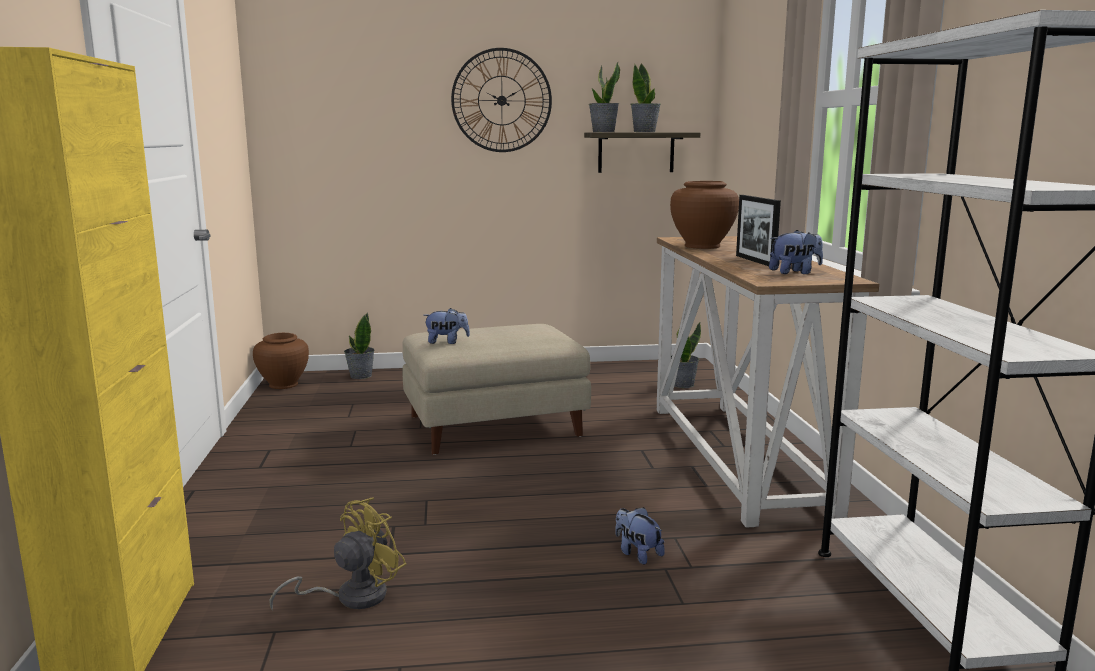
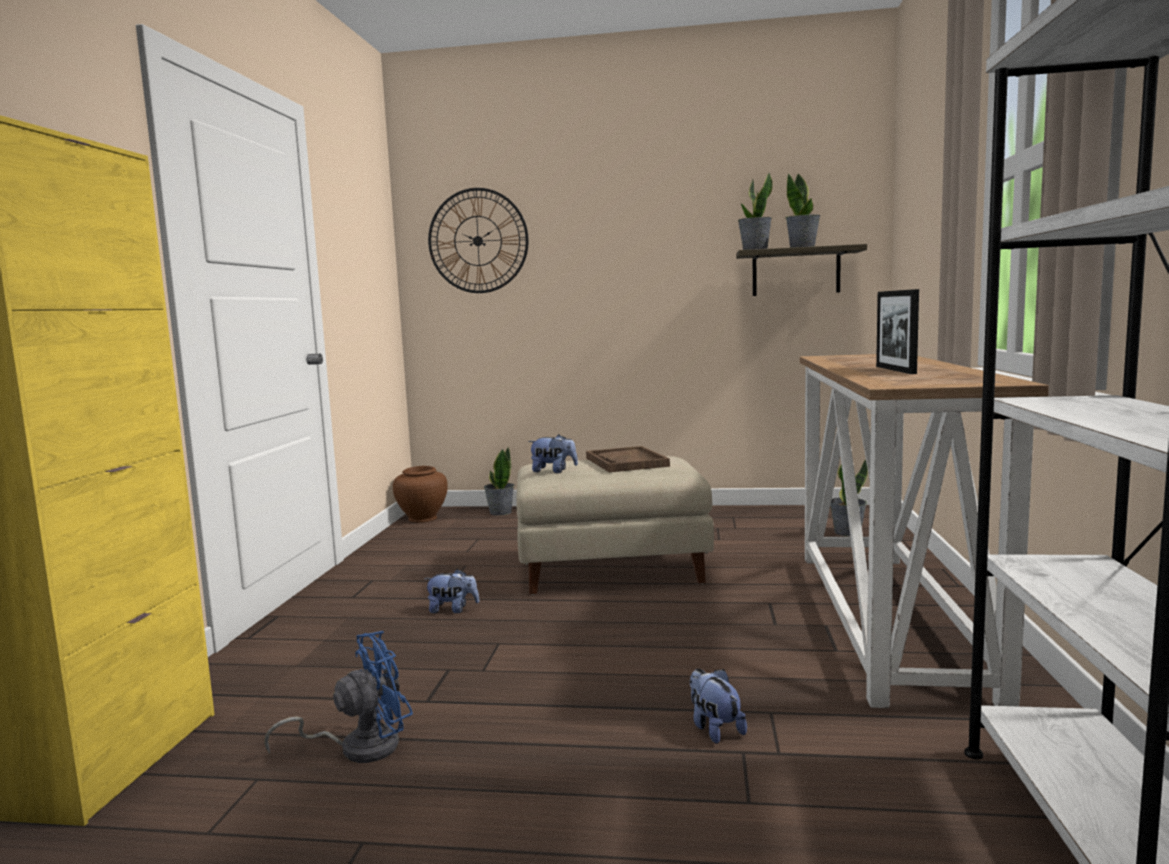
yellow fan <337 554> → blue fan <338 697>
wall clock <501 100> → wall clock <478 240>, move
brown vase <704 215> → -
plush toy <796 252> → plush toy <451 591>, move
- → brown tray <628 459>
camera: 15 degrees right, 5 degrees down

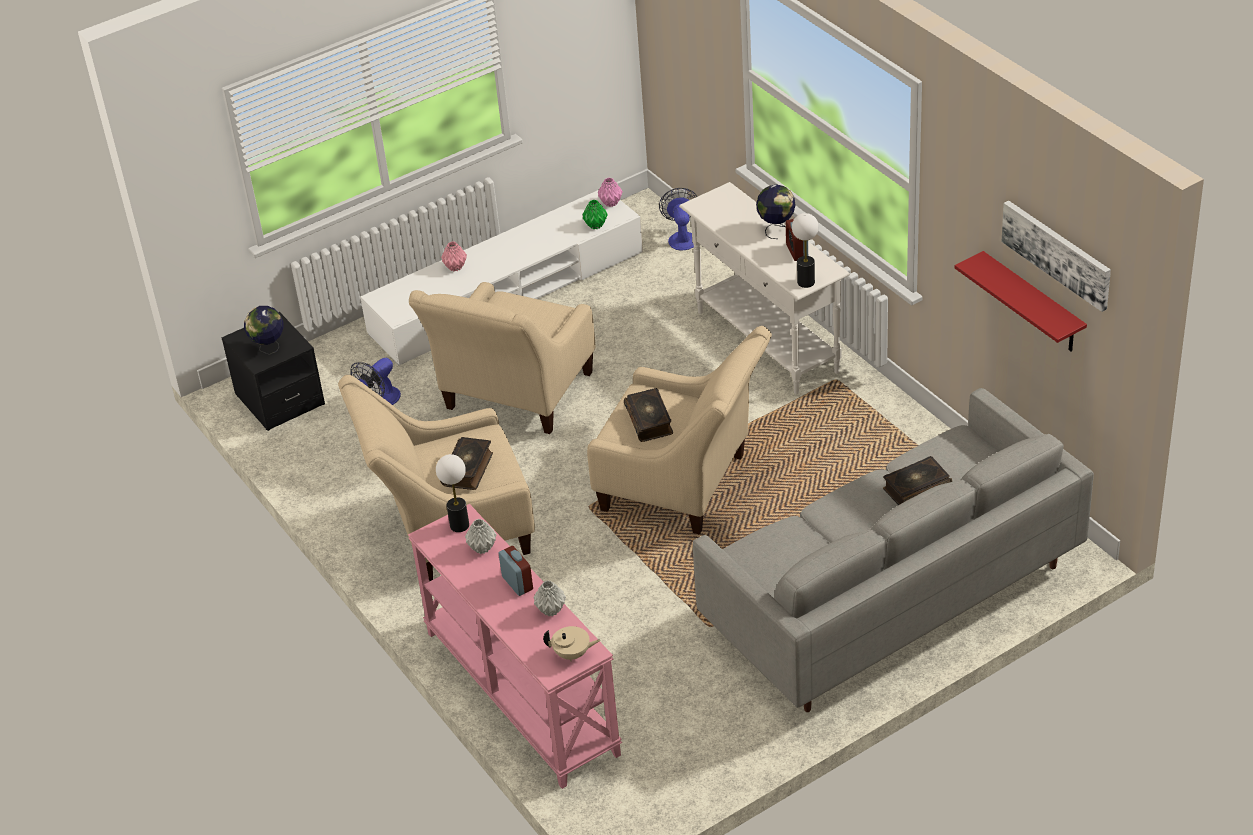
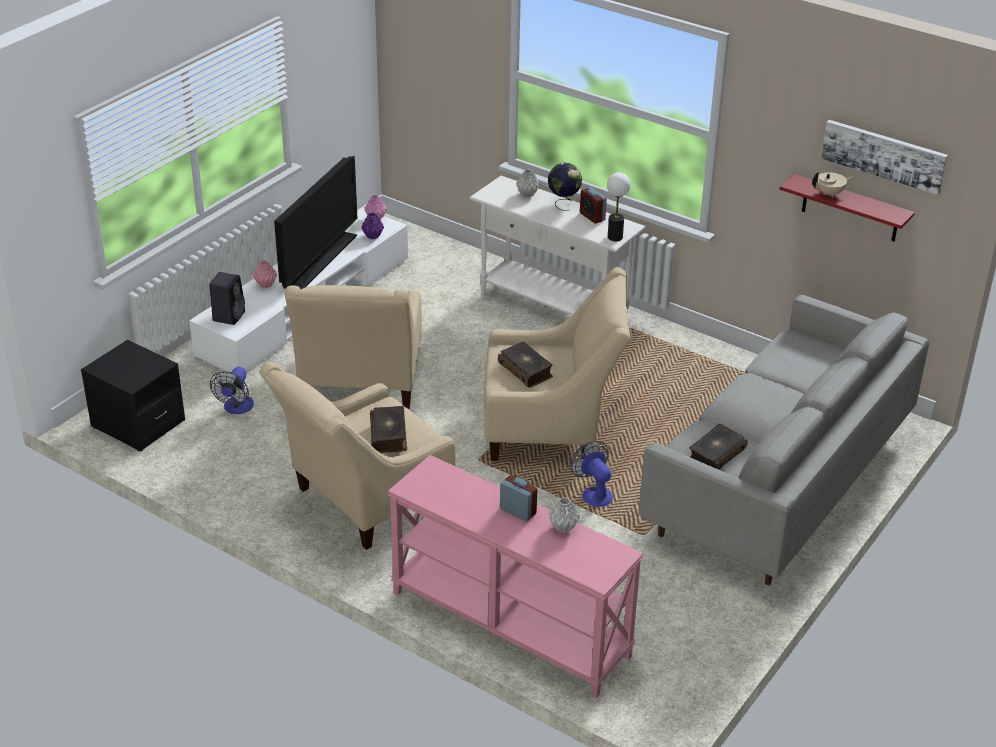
globe <263 330> → -
table lamp <452 493> → -
grey vase <481 536> → grey vase <528 183>, move
beige teapot <572 644> → beige teapot <832 185>, move
green vase <595 214> → purple vase <372 226>
fan <678 219> → fan <592 474>, move
book <917 480> → book <718 447>, move
- → black speaker <227 298>
- → television <316 222>
camera: 25 degrees left, 5 degrees down

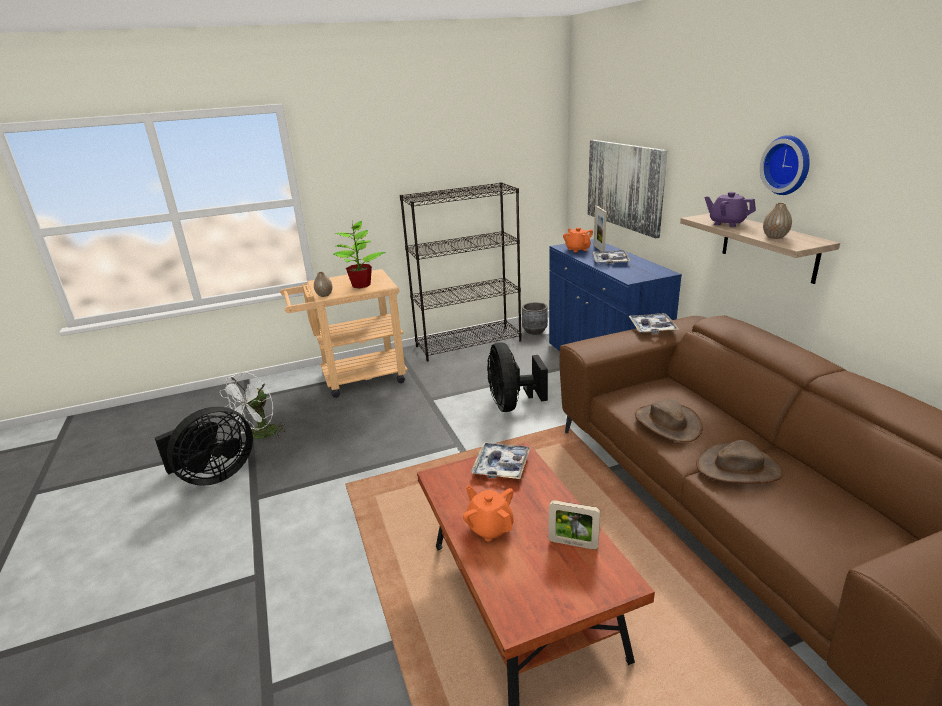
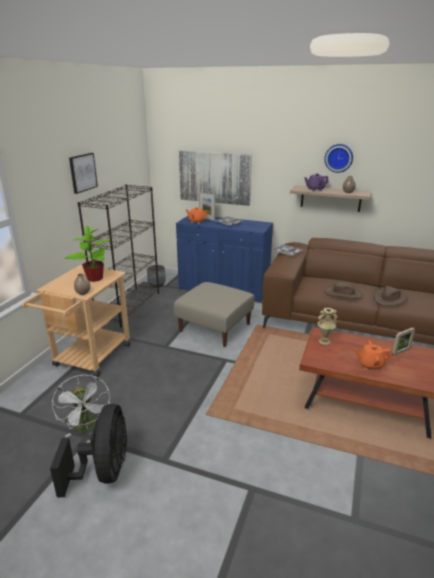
tray <500 460> → beige vase <328 326>
black fan <517 377> → beige ottoman <214 314>
- → picture <83 173>
camera: 50 degrees left, 0 degrees up

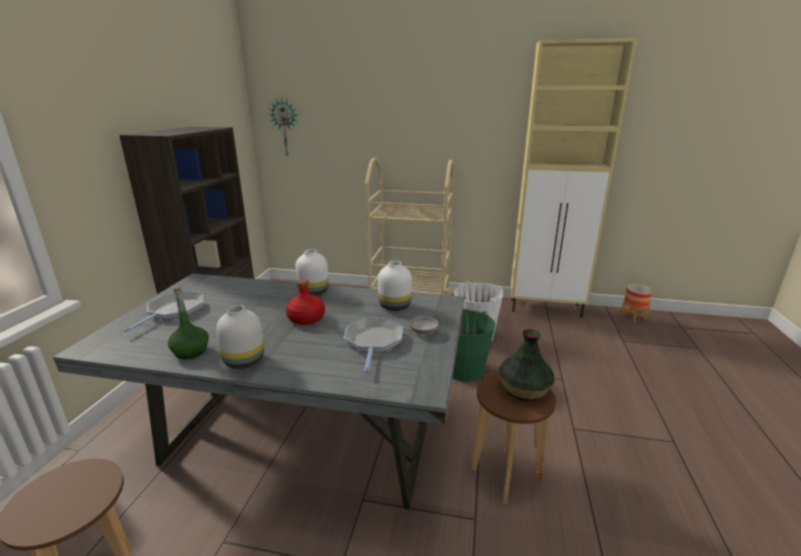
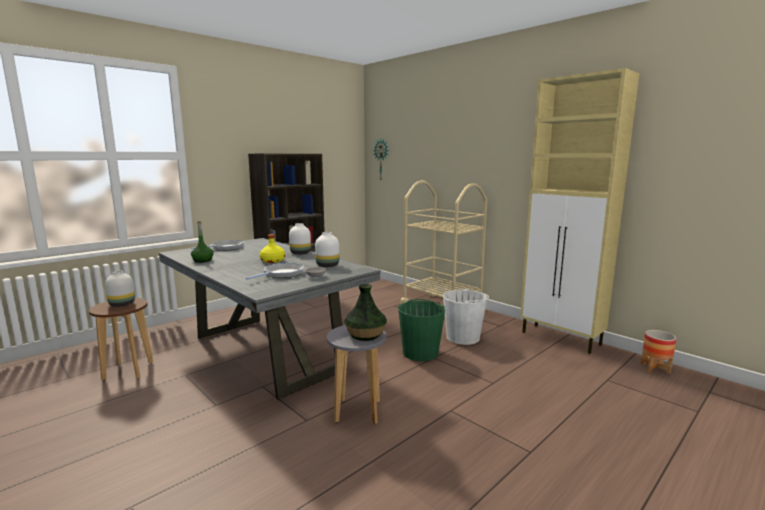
white vase <240 337> → white vase <120 289>, move
red bottle <305 302> → yellow bottle <272 248>
brown stool <513 438> → grey stool <357 374>
camera: 35 degrees right, 10 degrees down

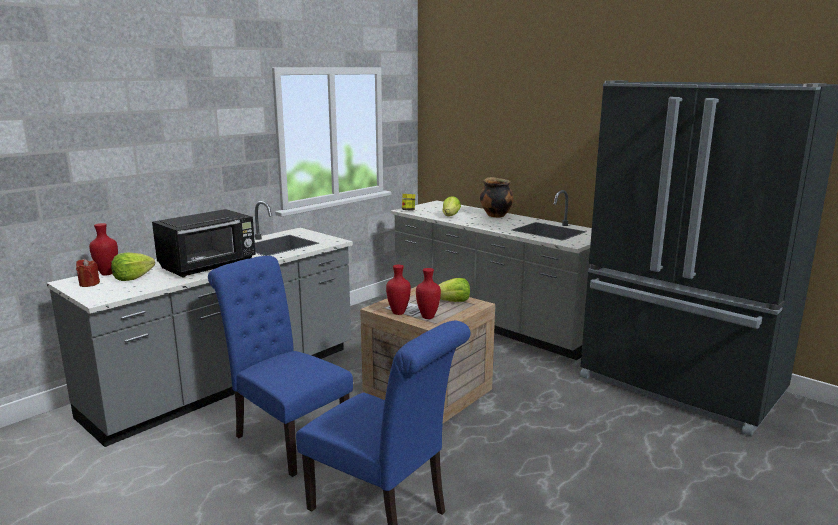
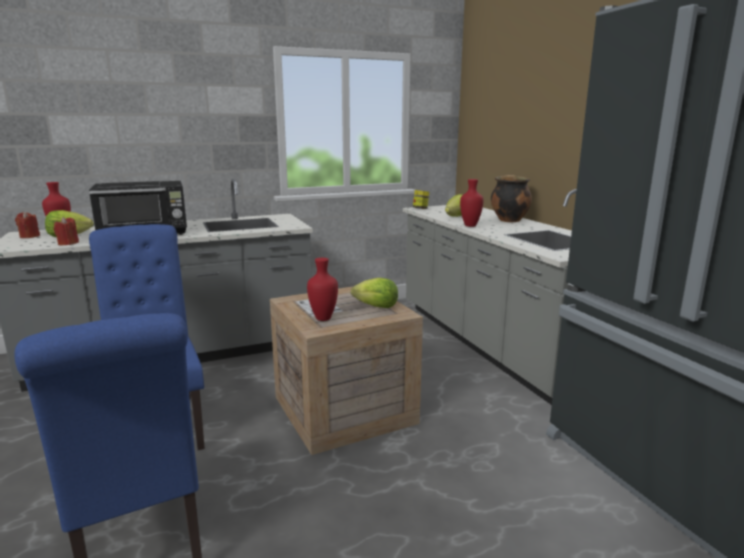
red vase <398 290> → red vase <472 203>, move
- → red candle <66 231>
camera: 25 degrees right, 0 degrees up

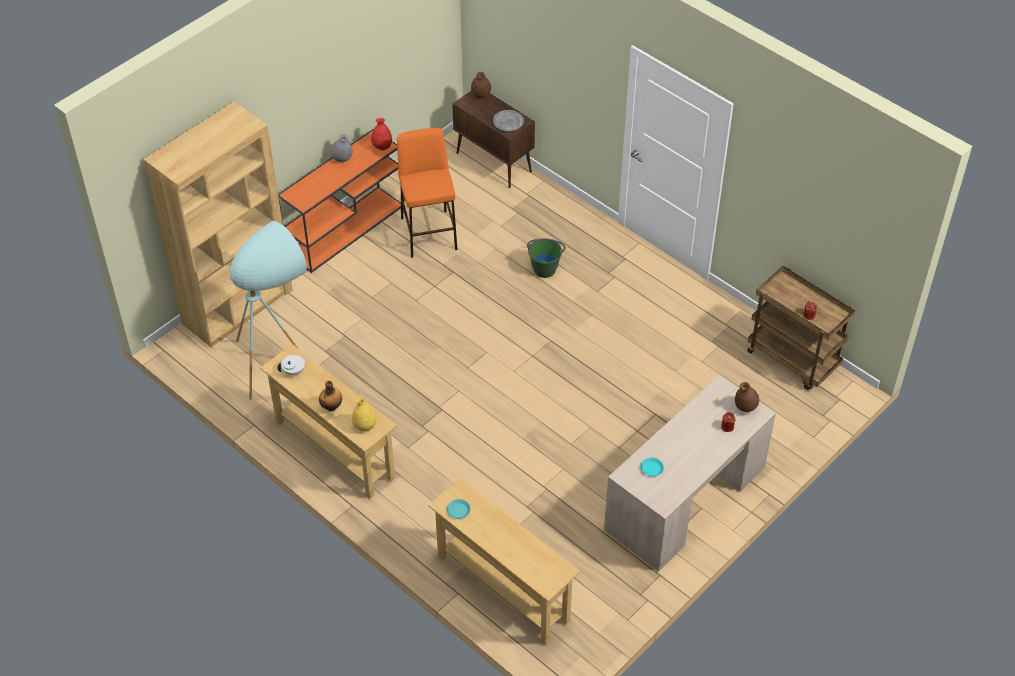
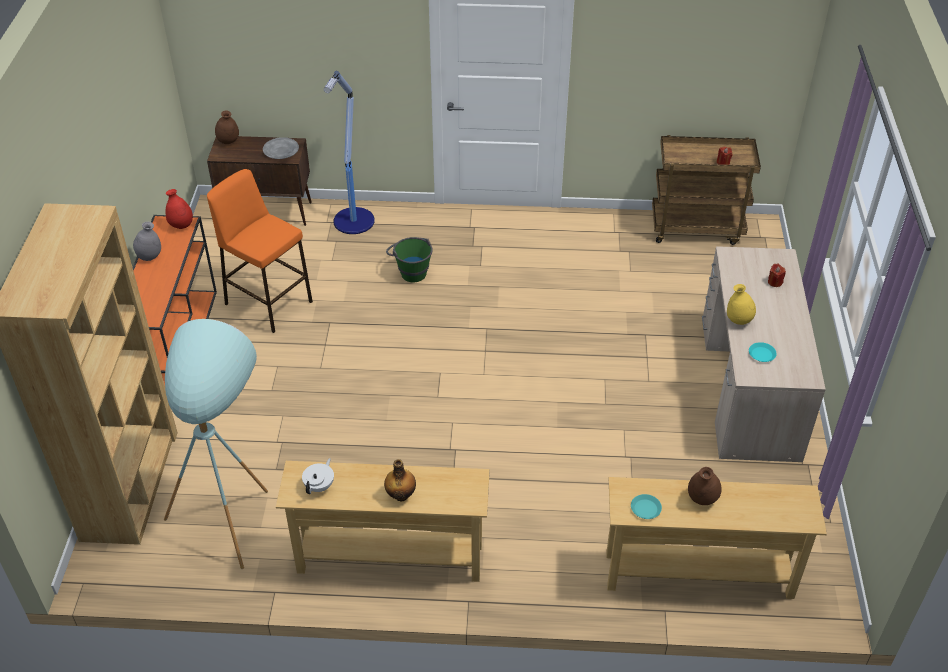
yellow vase <364 414> → yellow vase <741 304>, move
brown vase <747 397> → brown vase <705 486>, move
- → floor lamp <349 152>
camera: 40 degrees left, 5 degrees down

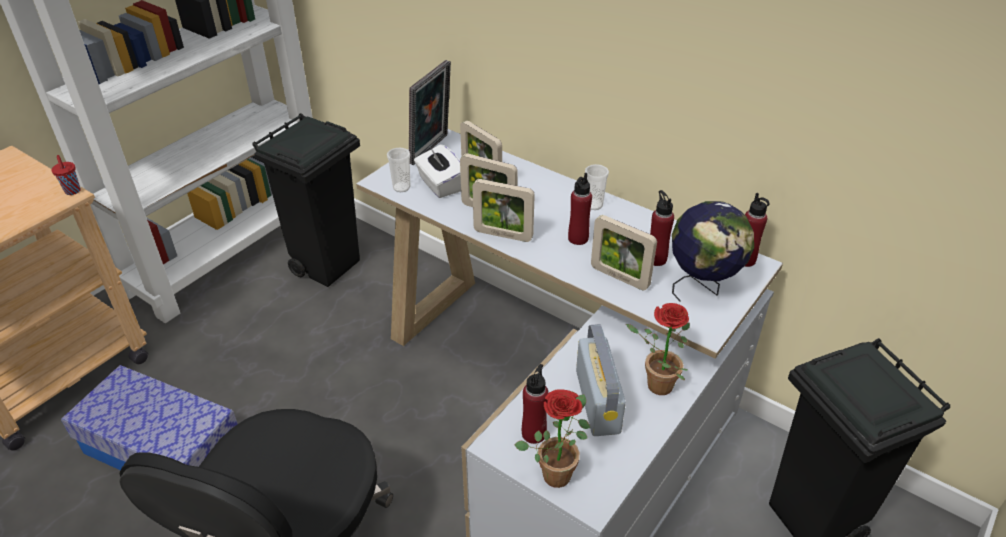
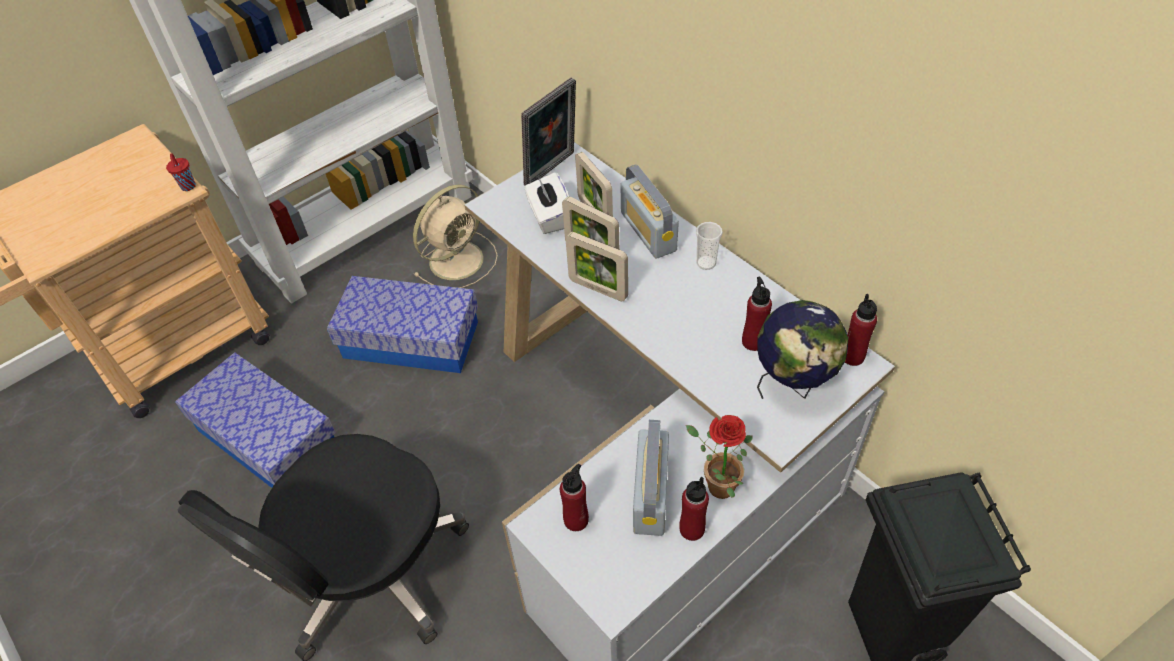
black trash can <306 200> → beige fan <455 236>
cup <399 170> → -
potted plant <552 438> → -
red bottle <580 209> → red bottle <694 509>, move
picture frame <624 252> → -
- → storage box <402 324>
- → radio <649 211>
camera: 15 degrees right, 10 degrees up

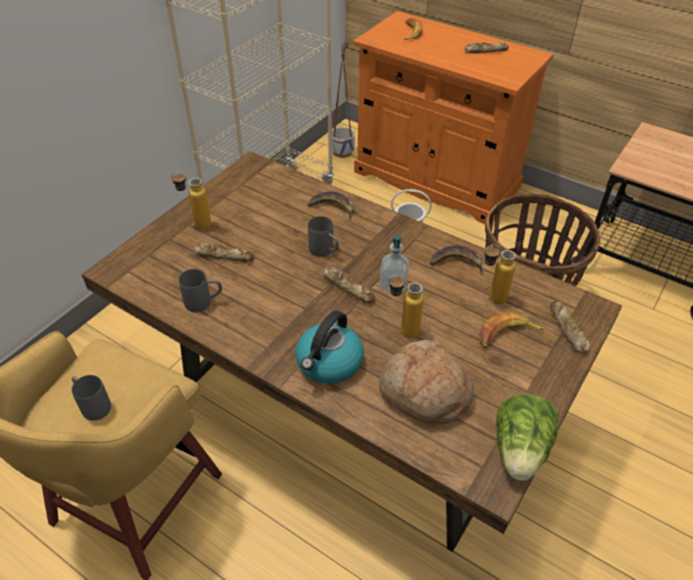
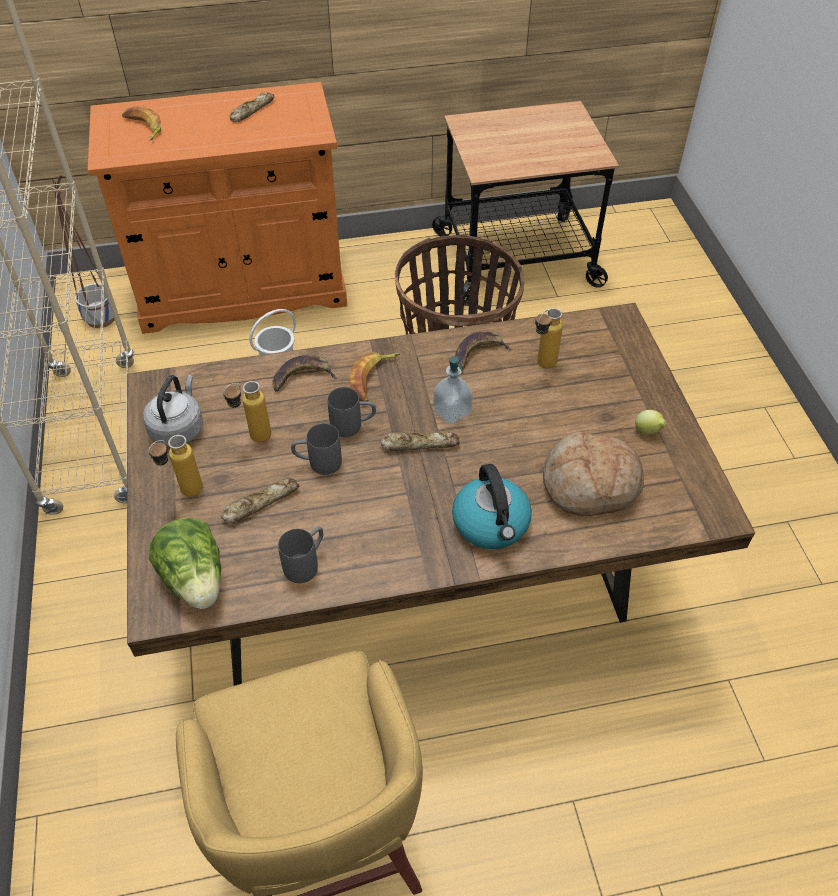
grey mug <91 398> → grey mug <316 449>, move
bottle <406 306> → bottle <247 411>, move
banana <512 330> → banana <375 376>, move
lettuce <527 437> → lettuce <185 563>, move
bread <570 327> → -
- → grey kettle <173 411>
- → lemon <650 422>
camera: 45 degrees left, 5 degrees up

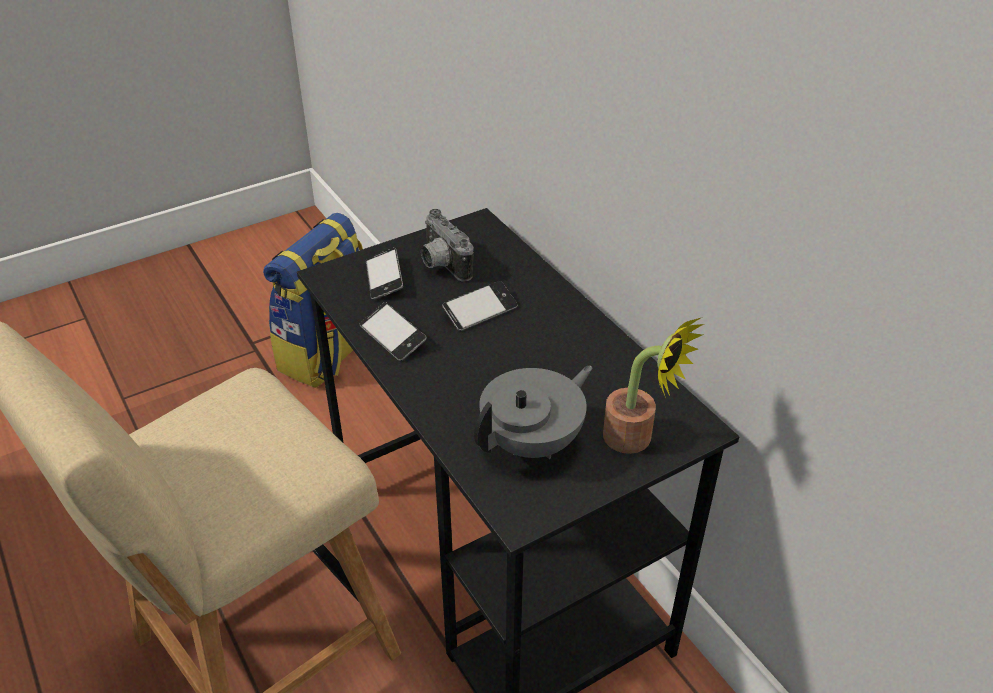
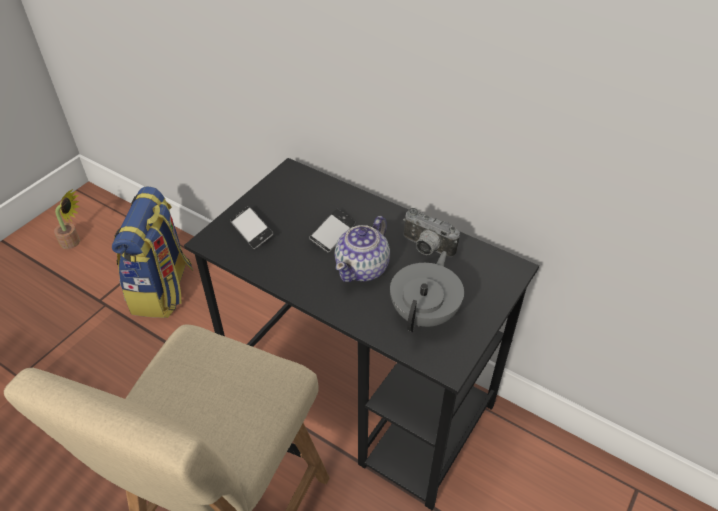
phone <393 331> → -
photo camera <447 245> → photo camera <431 232>, move
potted plant <653 386> → potted plant <67 219>, move
- → teapot <362 249>
camera: 25 degrees left, 5 degrees up

